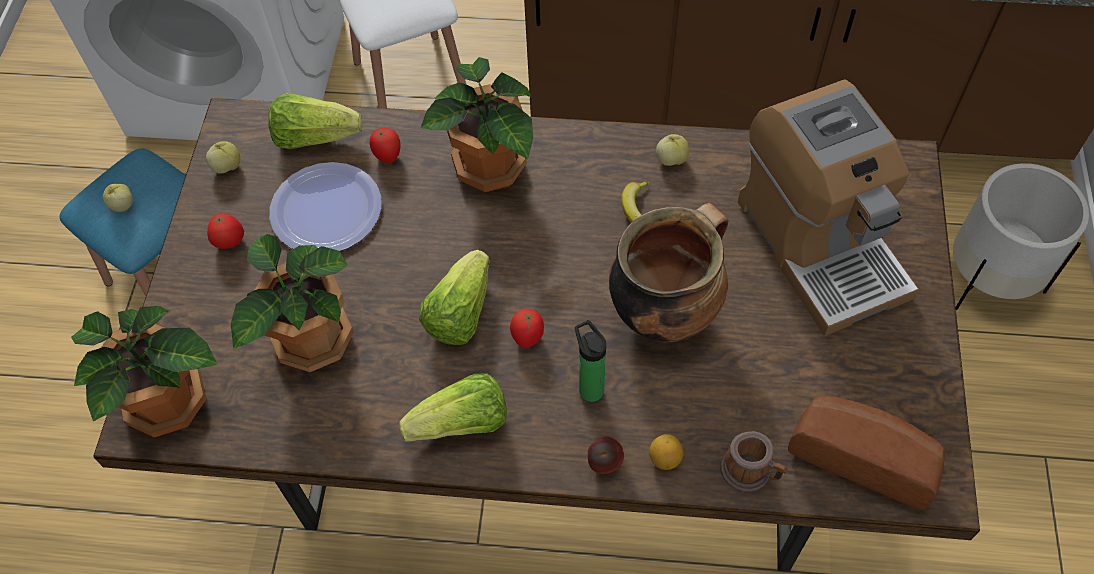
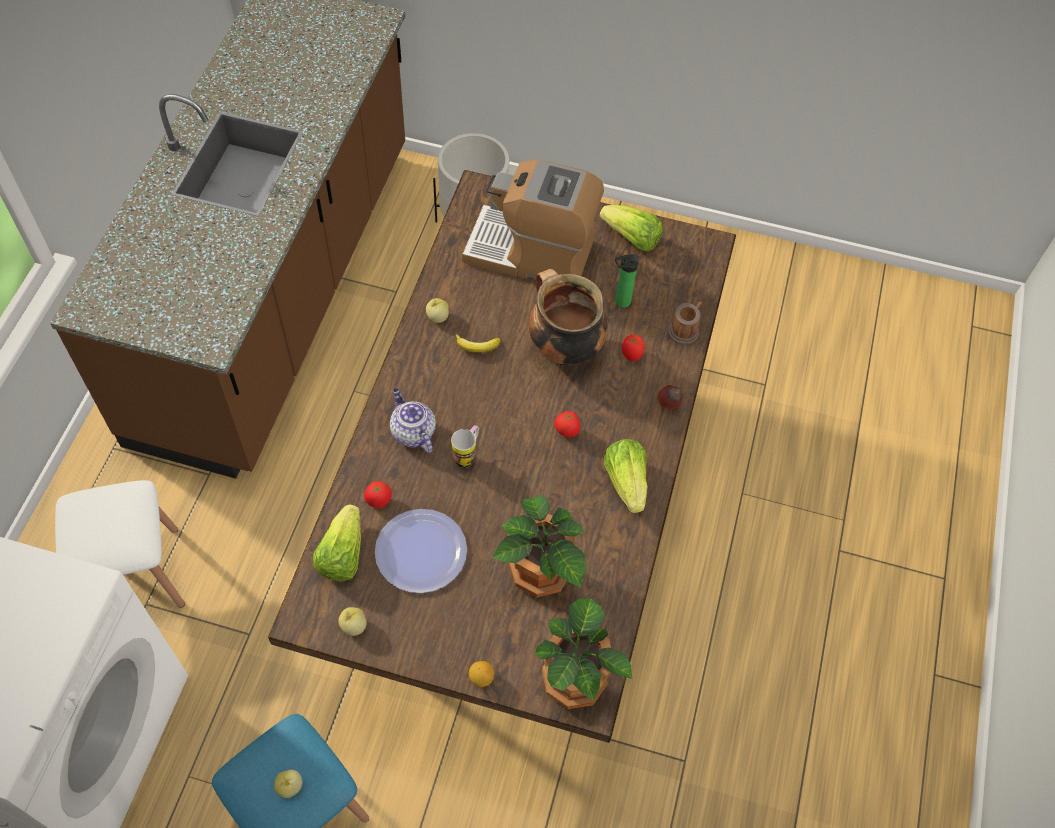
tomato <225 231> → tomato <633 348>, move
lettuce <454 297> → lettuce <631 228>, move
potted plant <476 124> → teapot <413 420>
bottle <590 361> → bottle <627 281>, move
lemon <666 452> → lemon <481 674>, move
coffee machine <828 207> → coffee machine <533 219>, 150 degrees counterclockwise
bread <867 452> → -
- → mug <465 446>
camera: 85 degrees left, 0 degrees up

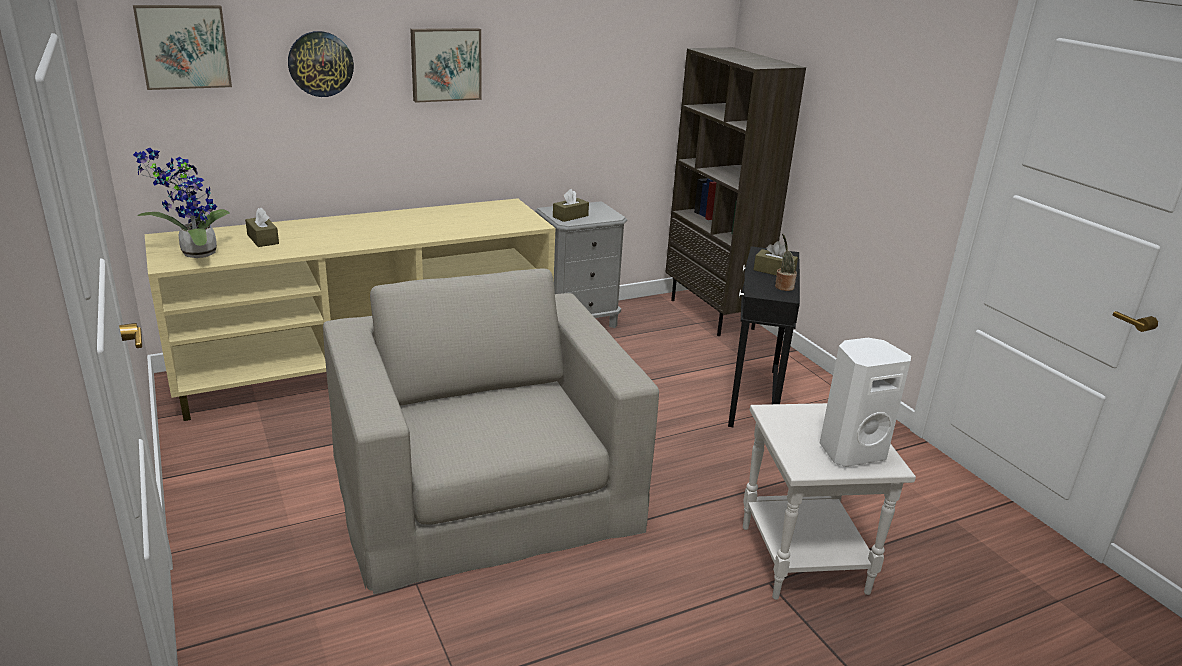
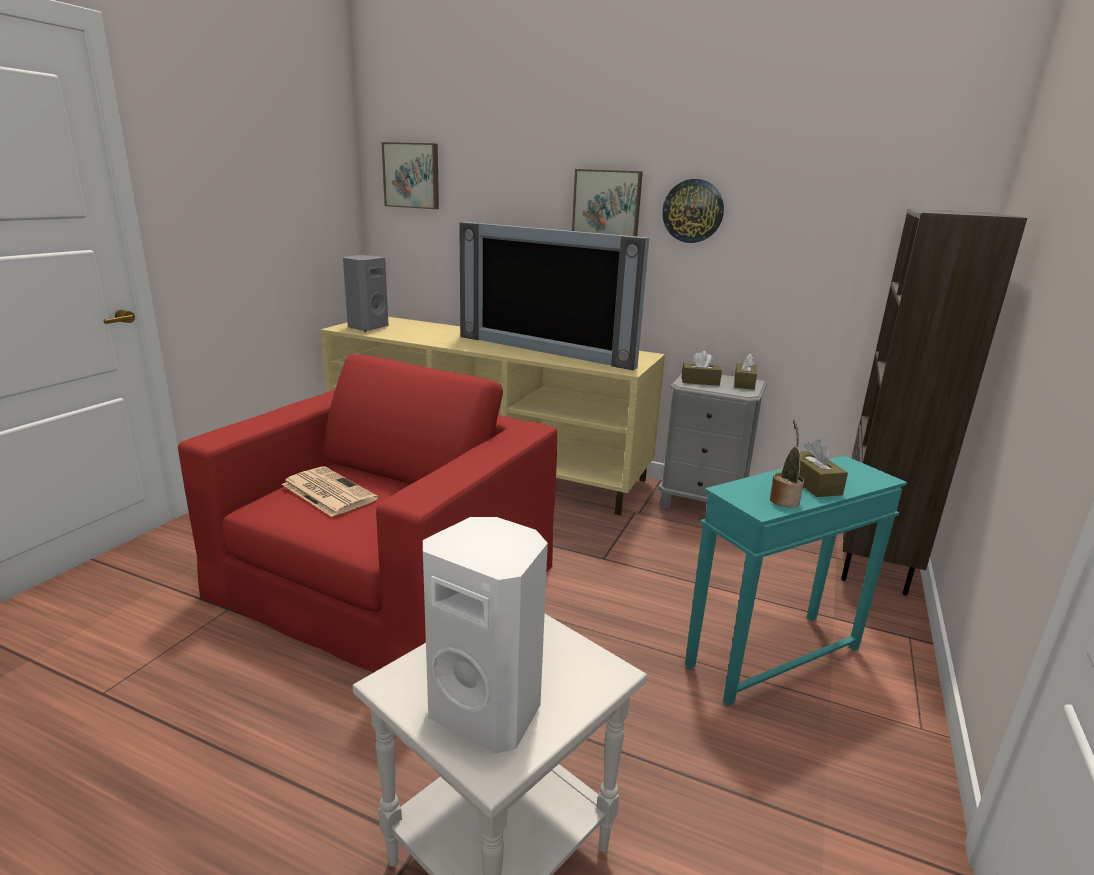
potted plant <181 203> → grey speaker <366 293>
brown tissue box <262 227> → brown tissue box <745 371>, move
wall clock <321 64> → wall clock <693 211>, move
beige armchair <491 432> → red armchair <367 513>
black side table <764 336> → turquoise side table <796 581>
- → newspaper <330 491>
- → television <554 296>
camera: 50 degrees right, 5 degrees down

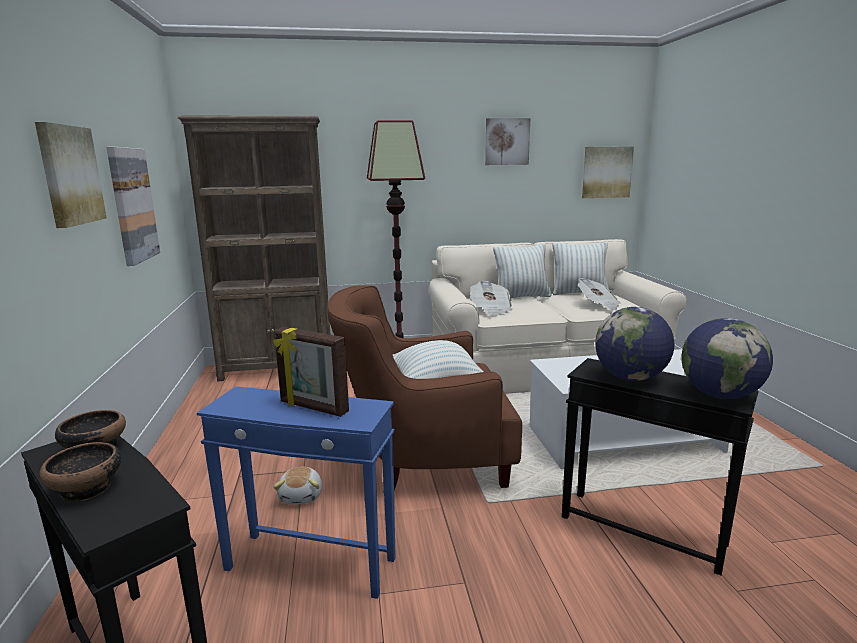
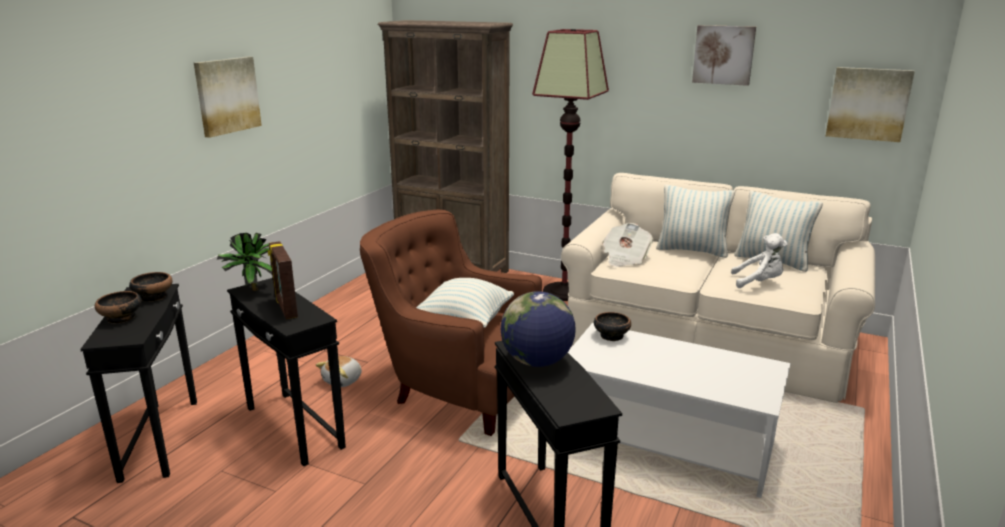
picture <133 206> → -
blue side table <296 492> → black side table <286 372>
newspaper <599 294> → white plush toy <759 260>
globe <727 358> → -
- → potted plant <244 262>
- → bowl <612 326>
camera: 35 degrees right, 5 degrees up

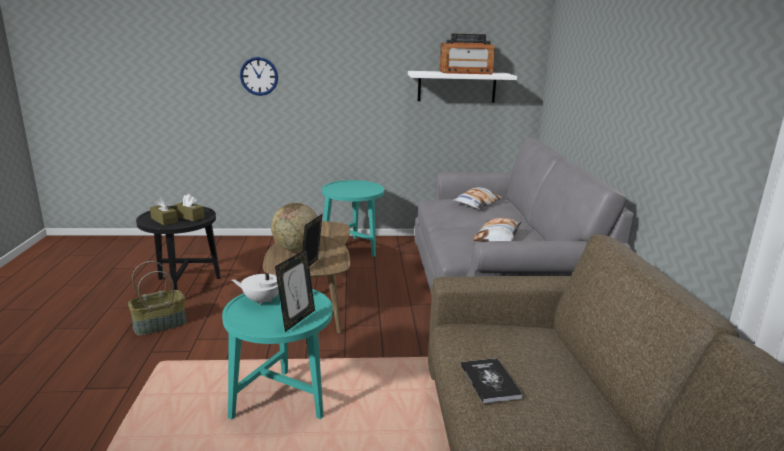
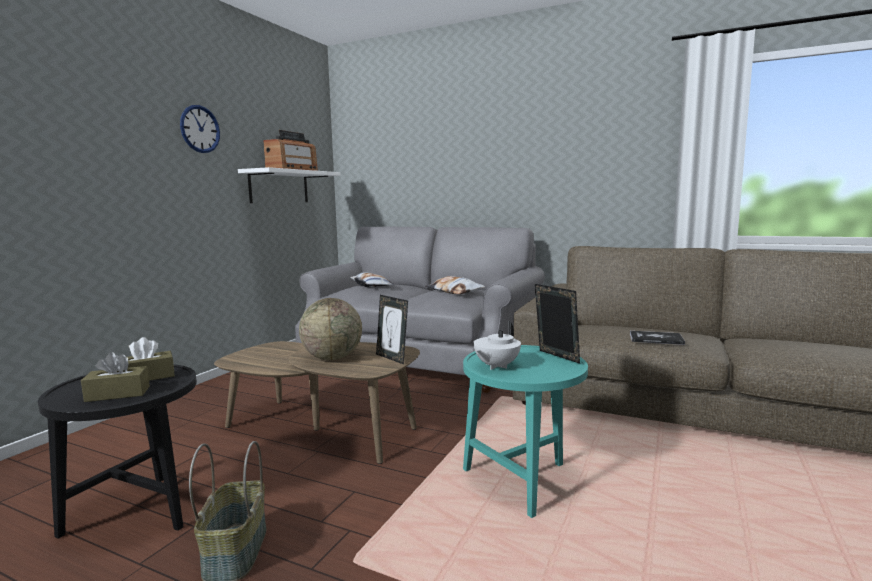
wall clock <259 76> → wall clock <200 129>, move
turquoise side table <353 218> → -
camera: 60 degrees left, 10 degrees down

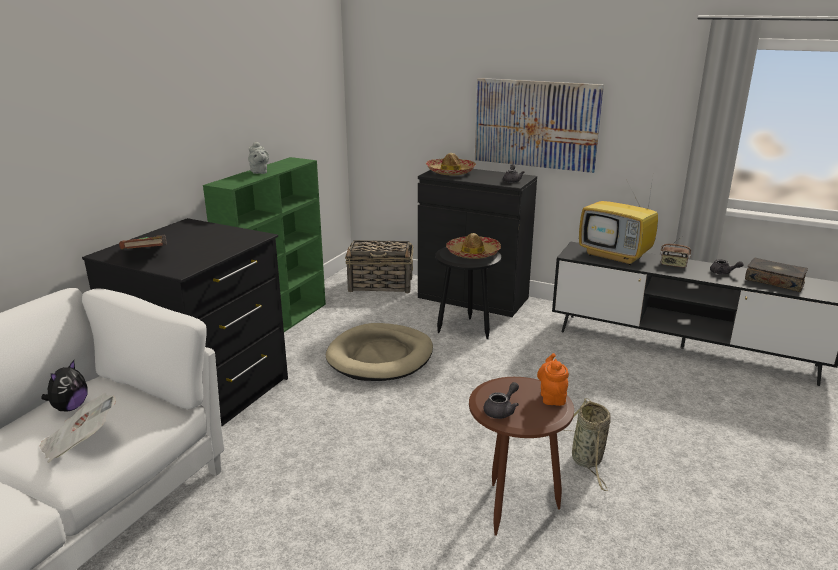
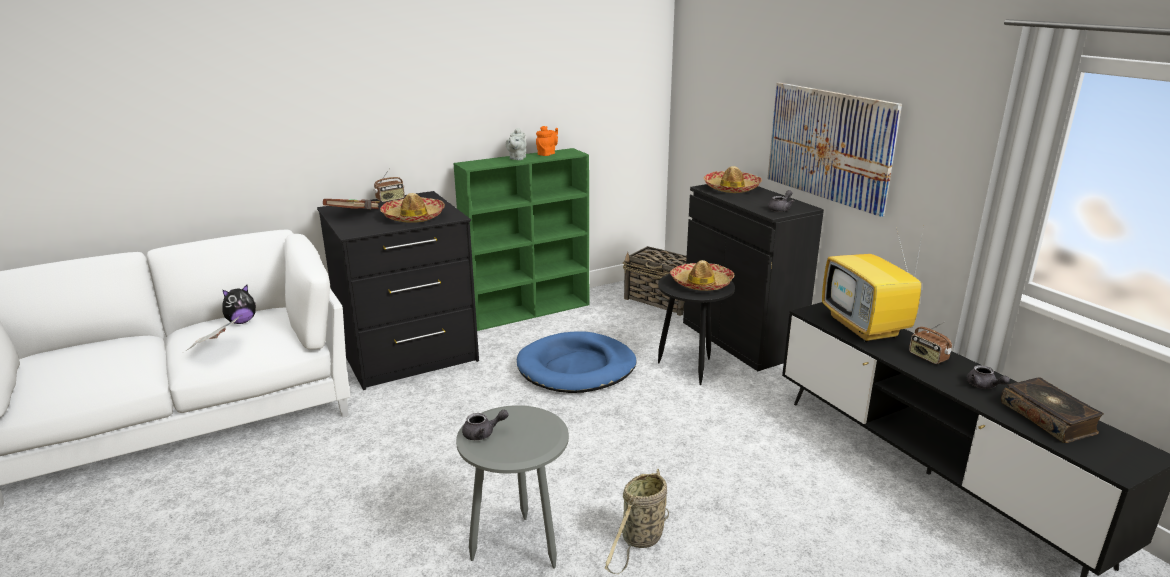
beige dog bed <379 352> → blue dog bed <577 362>
brown side table <521 456> → grey side table <512 486>
orange teapot <553 379> → orange teapot <547 141>, move
- → radio <389 185>
- → hat <412 208>
camera: 35 degrees right, 0 degrees up

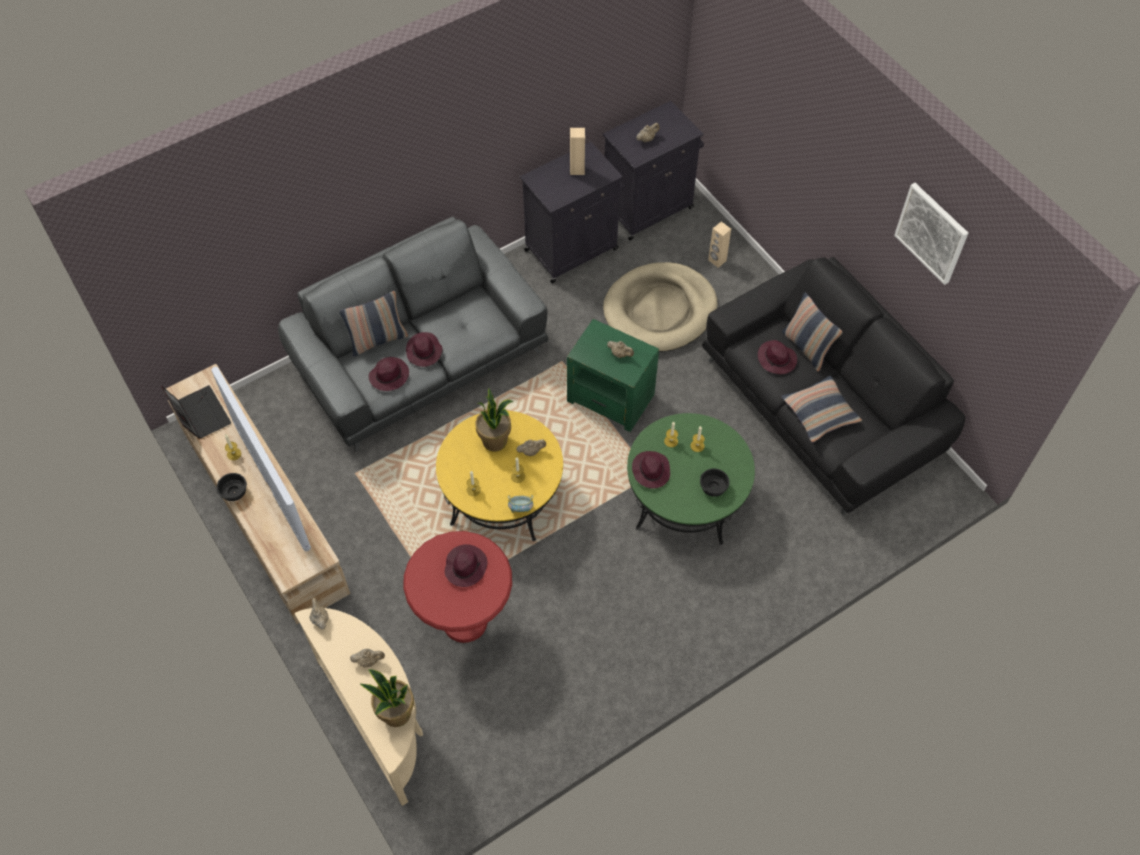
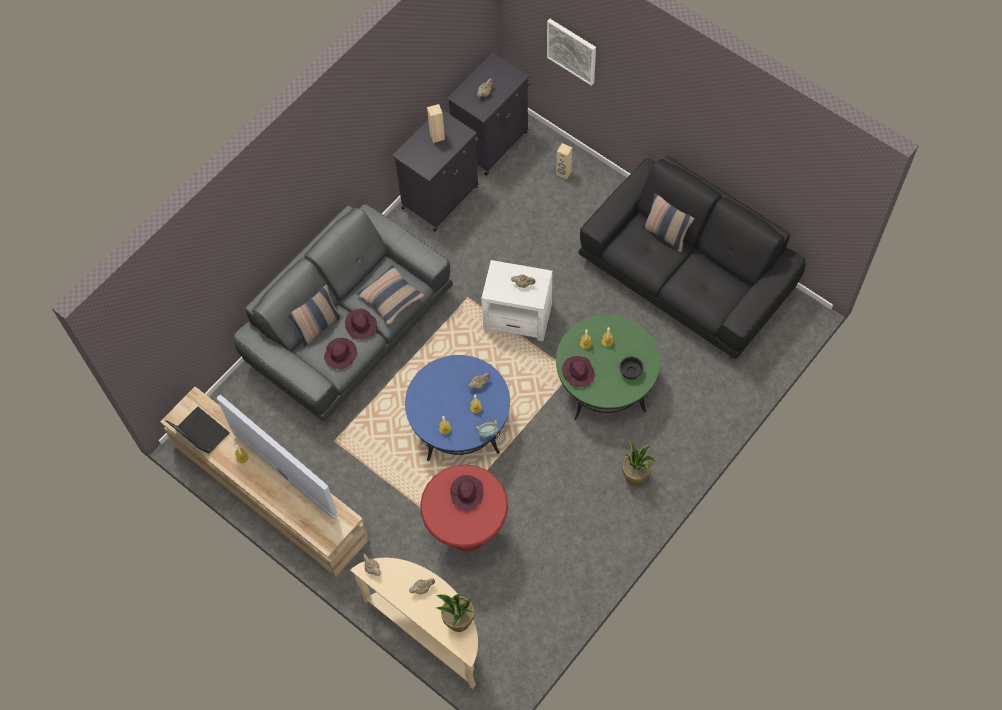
black bowl <231 487> → -
yellow coffee table <499 475> → blue coffee table <457 408>
potted plant <494 420> → potted plant <639 463>, move
green side table <613 375> → white side table <516 300>
beige dog bed <660 307> → -
purple hat <777 357> → -
pillow <821 409> → pillow <390 295>, move
picture <931 234> → picture <571 52>, move
camera: 15 degrees left, 5 degrees up

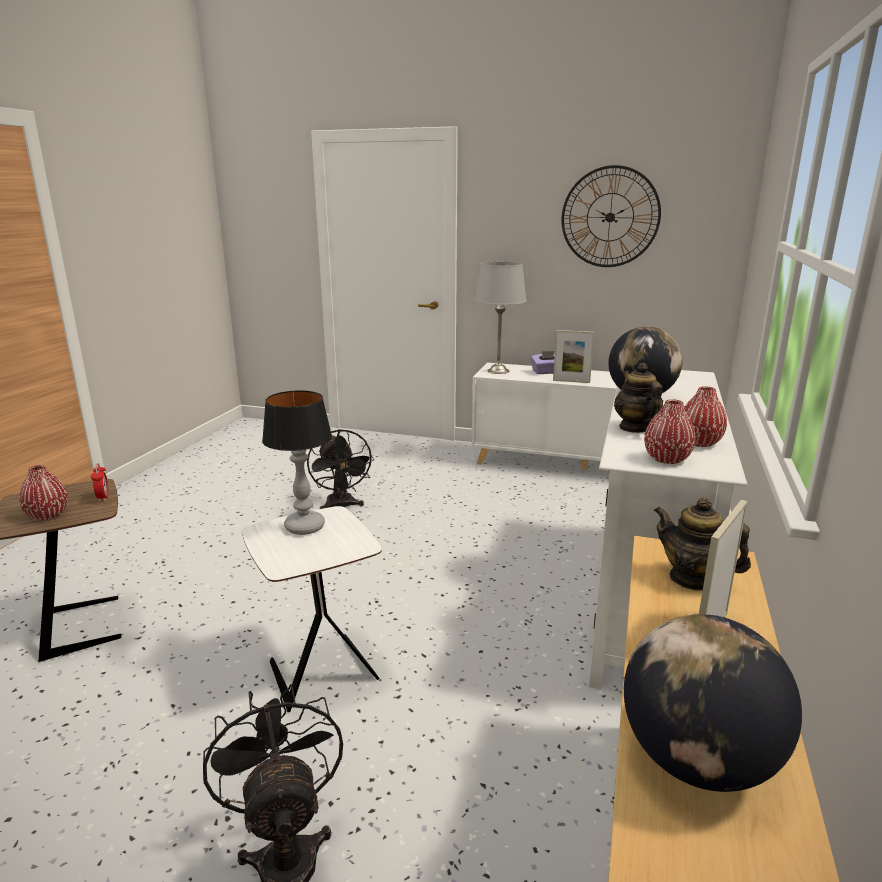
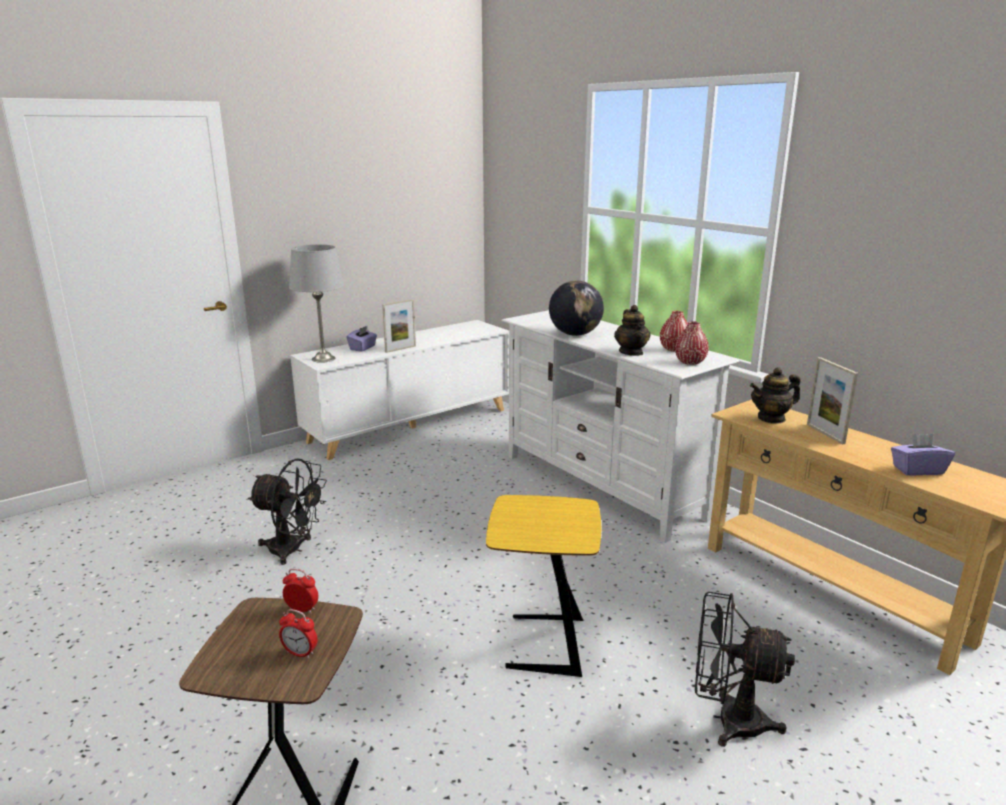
red vase <43 492> → alarm clock <298 634>
white side table <312 609> → yellow side table <543 586>
table lamp <297 462> → -
wall clock <611 216> → -
teapot <638 398> → teapot <632 330>, 120 degrees counterclockwise
globe <713 703> → purple tissue box <923 455>
camera: 55 degrees left, 0 degrees up

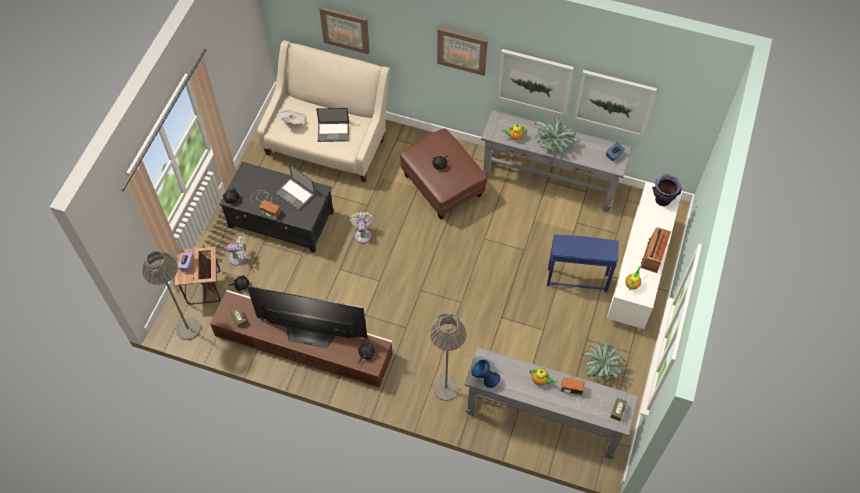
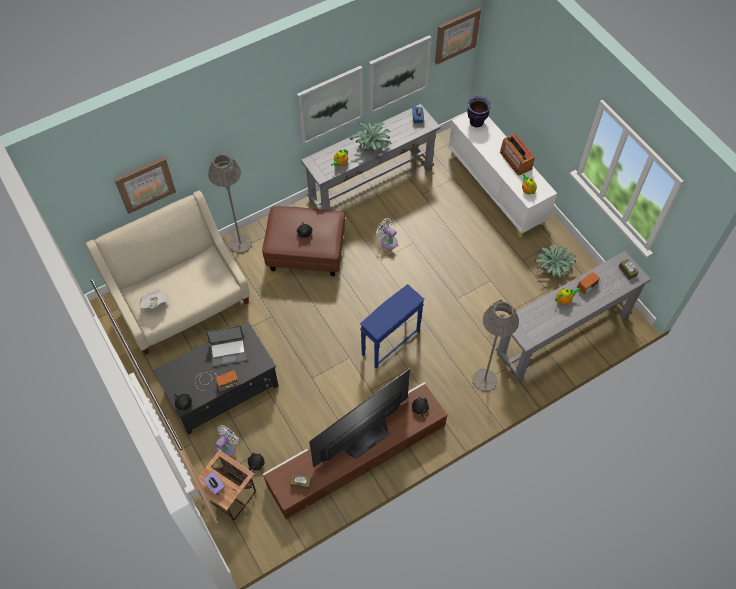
grey floor lamp <171 295> → grey floor lamp <230 204>, move
laptop <332 125> → -
white fan <361 227> → white fan <387 234>, move
picture <462 51> → picture <458 36>, move
blue vase <486 374> → -
blue side table <583 263> → blue side table <392 326>, move
camera: 50 degrees left, 0 degrees up

